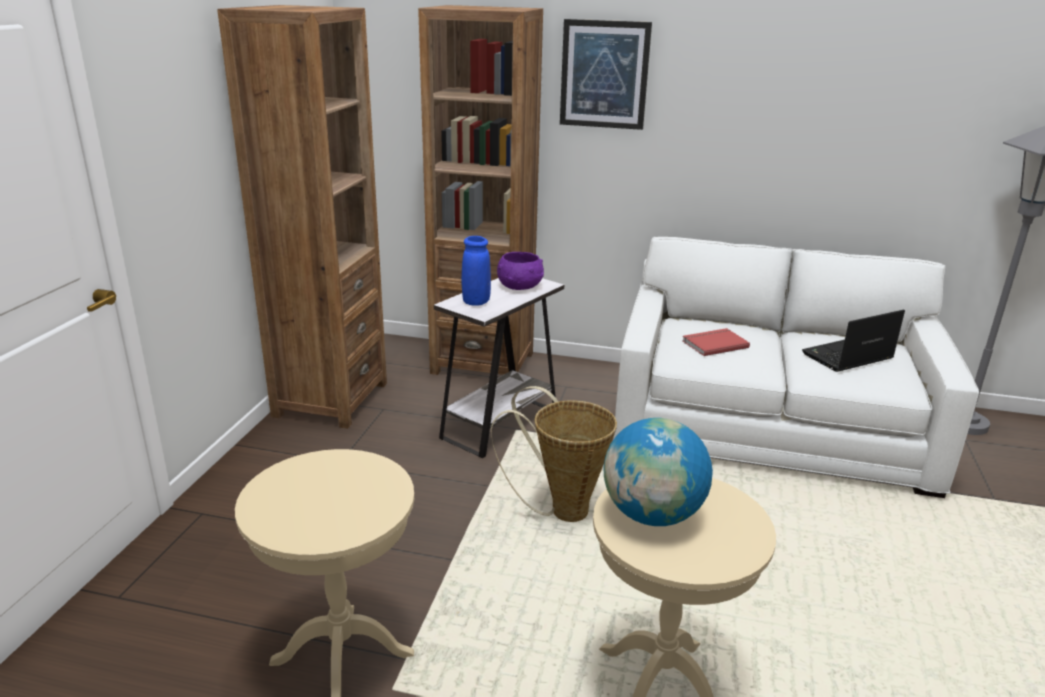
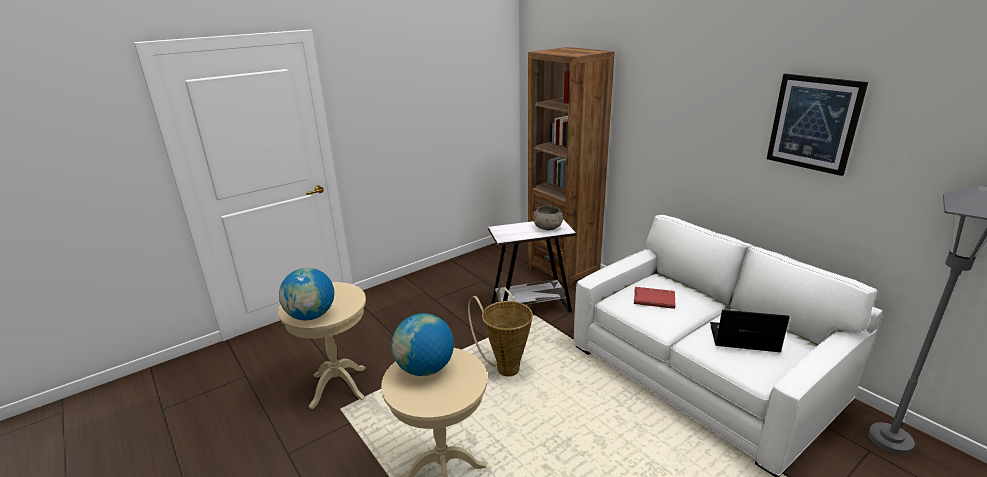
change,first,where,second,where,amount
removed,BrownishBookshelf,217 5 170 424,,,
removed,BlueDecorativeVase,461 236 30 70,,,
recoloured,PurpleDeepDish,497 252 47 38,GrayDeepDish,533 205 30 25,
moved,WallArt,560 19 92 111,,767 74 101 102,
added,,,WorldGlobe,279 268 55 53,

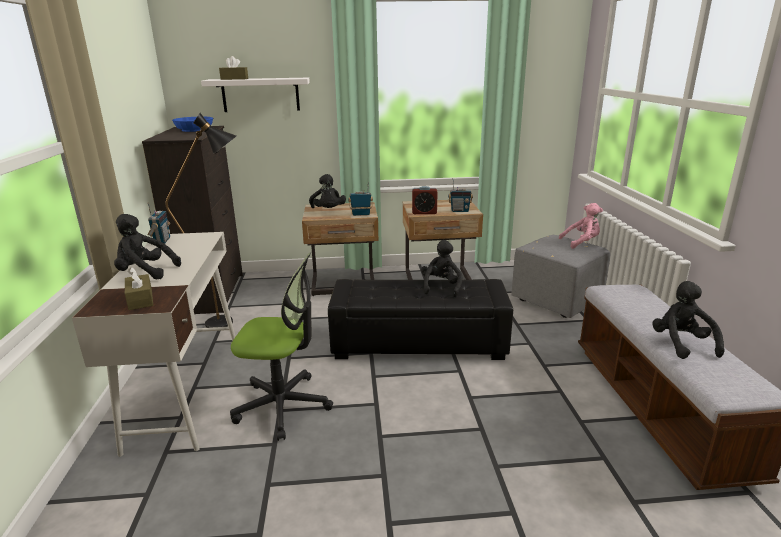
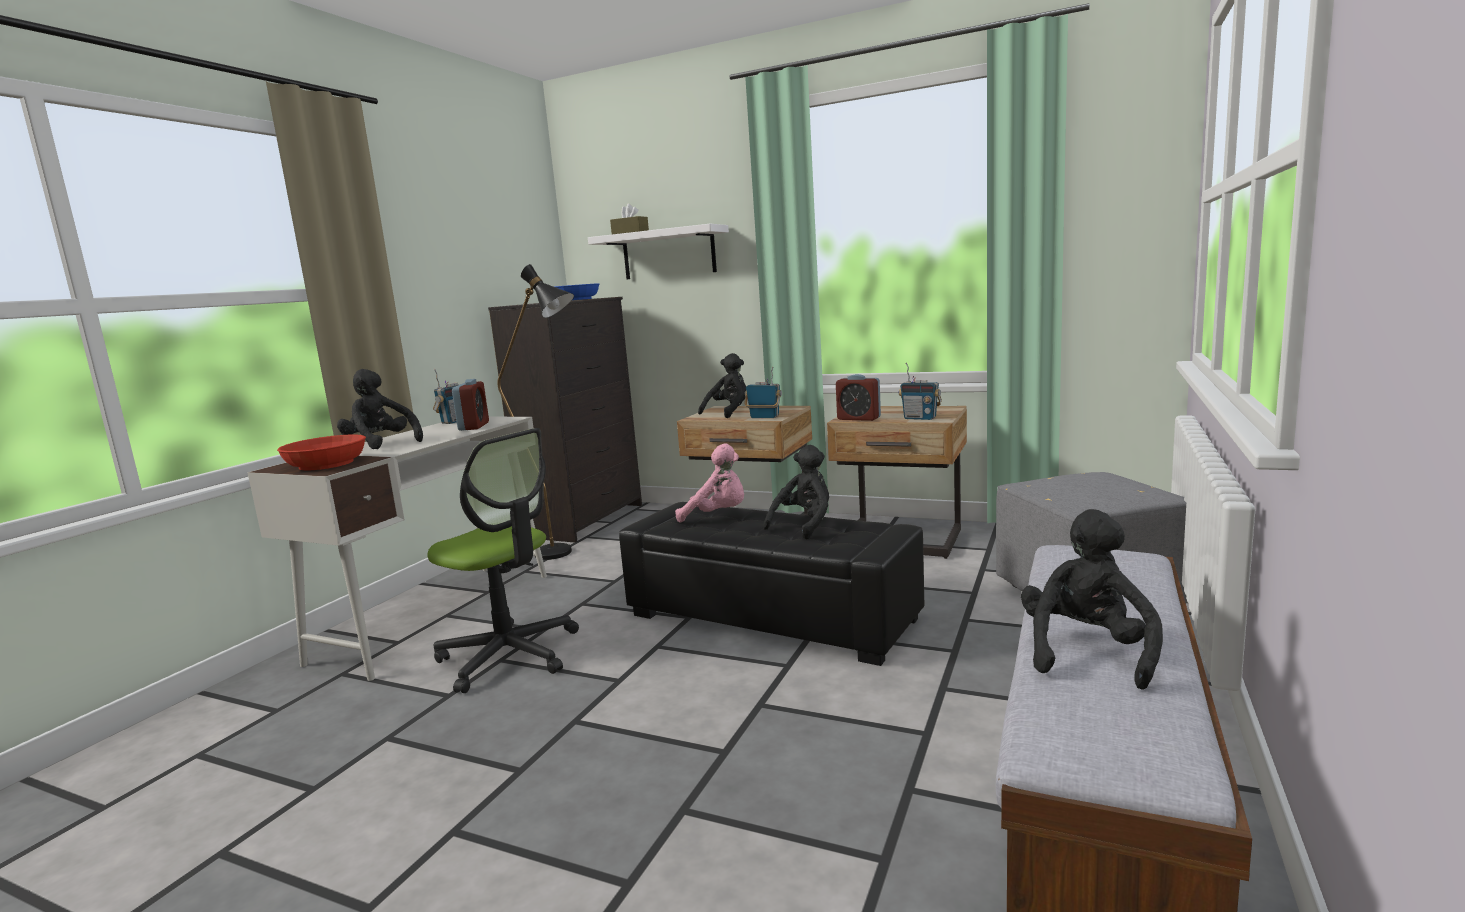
change,first,where,second,where,amount
replaced,BrownishBoxOfTissues,125 267 28 43,ReddishDeepDish,277 434 89 36,
turned,BlackishSoftToy,309 174 37 34,,698 353 48 65,150 degrees counterclockwise
moved,PinkishSoftToy,559 203 44 46,,675 443 69 80,
added,,,AlarmClock,452 379 37 52,

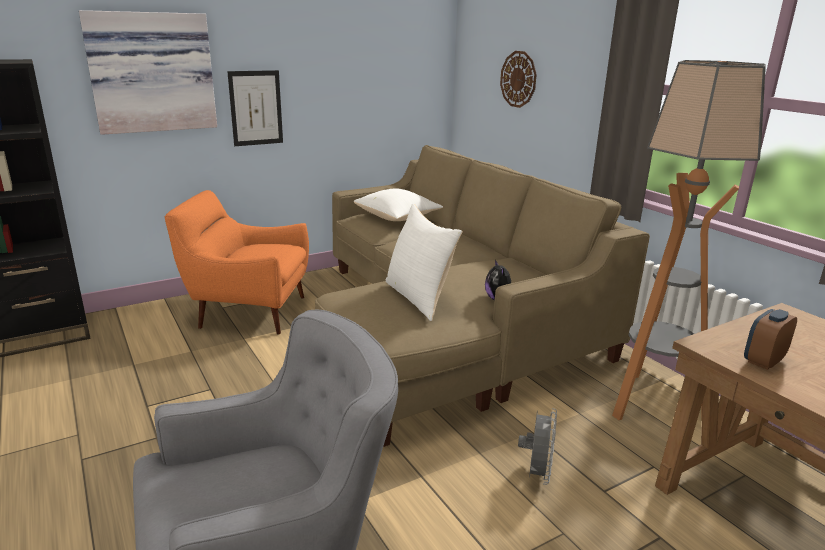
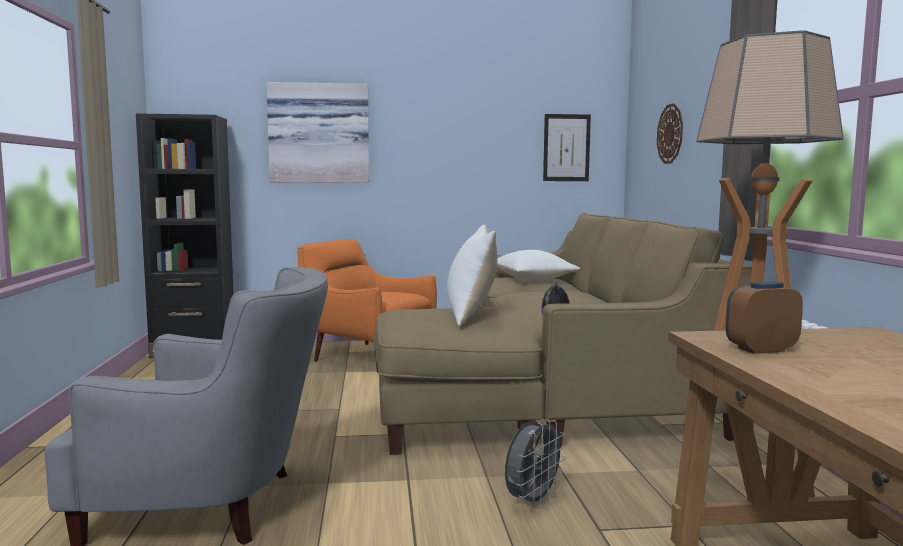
change,first,where,second,where,amount
moved,WallArt,227 70 56 76,,543 114 48 67,

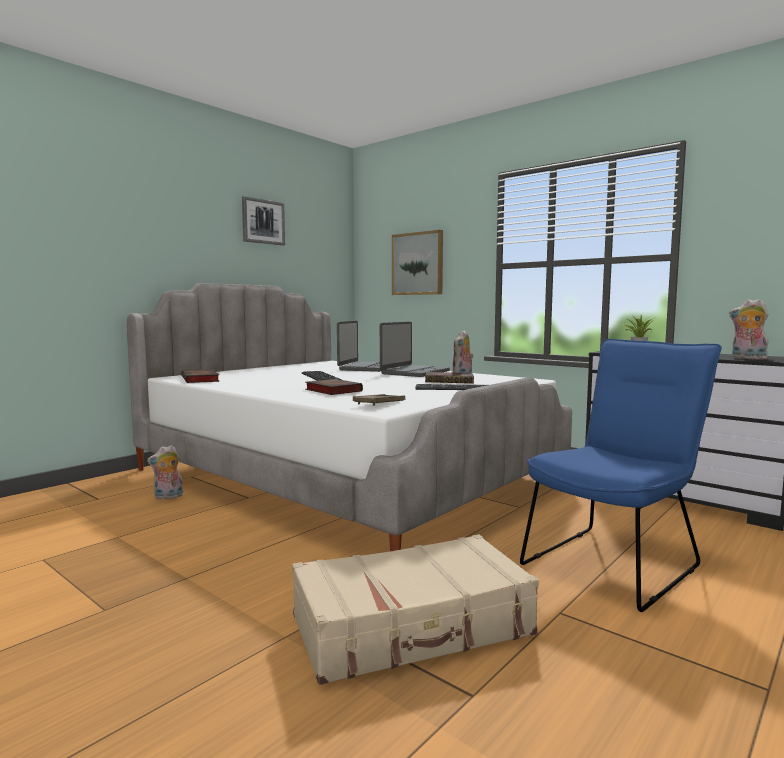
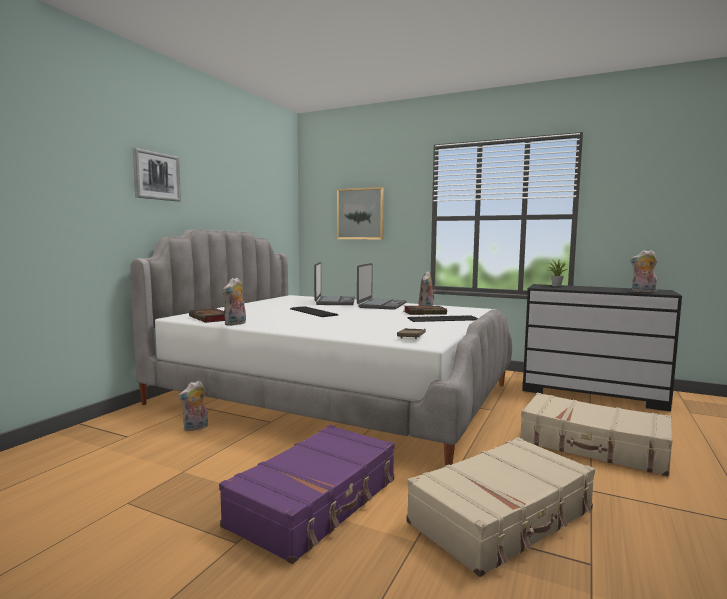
change,first,where,second,where,amount
moved,WallArt,242 196 43 50,,133 148 48 54,
removed,Volume,305 379 58 16,,,
replaced,BluePlainChair,520 339 202 273,SandColouredPieceOfLuggage,520 393 152 83,
added,,,PurplePieceOfLuggage,219 425 176 139,
added,,,SoftToy,223 278 23 48,

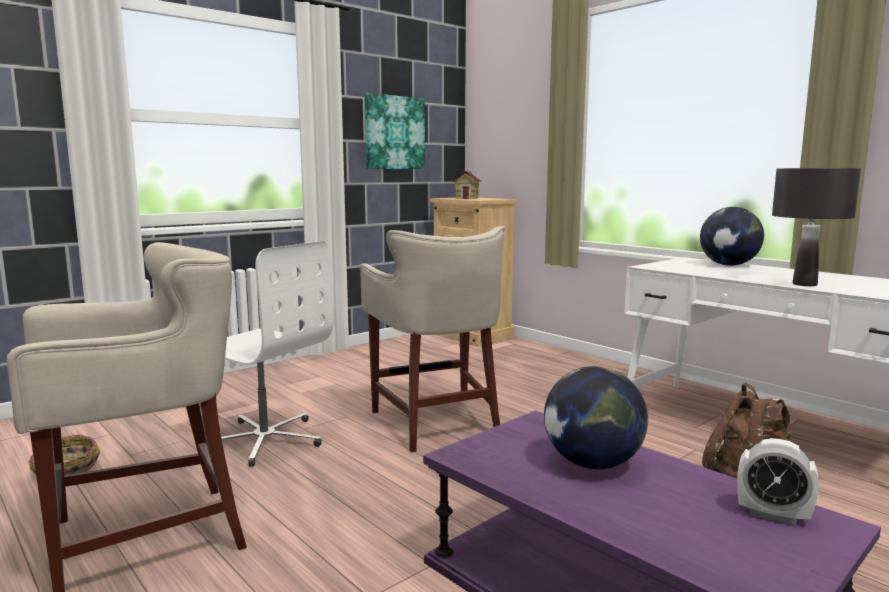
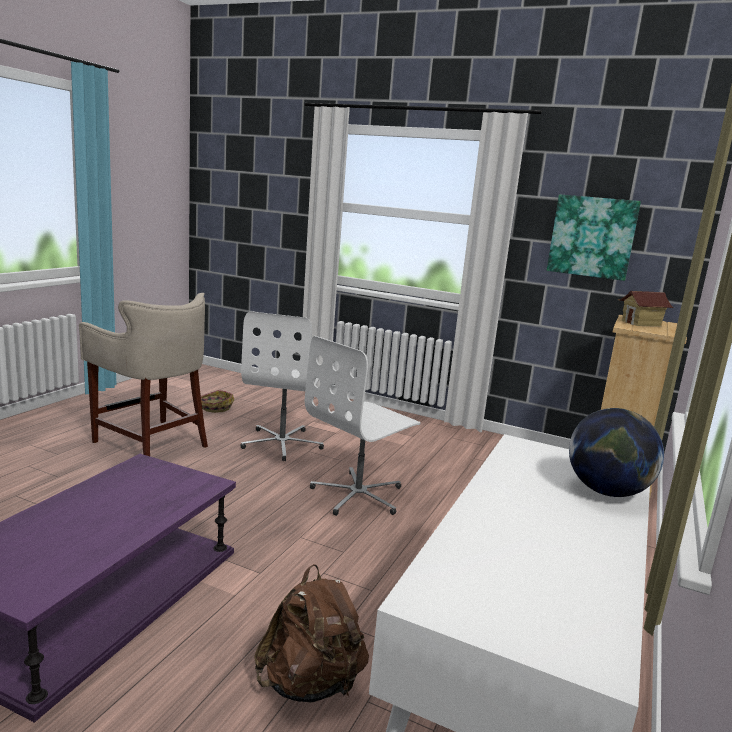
change,first,where,second,where,amount
replaced,SandColouredSittingStool,360 226 145 227,WhitishComputerChair,305 336 116 180,
removed,WorldGlobe,544 366 104 103,,,
removed,AlarmClock,737 438 82 87,,,
removed,BlackishTableLamp,772 168 89 118,,,

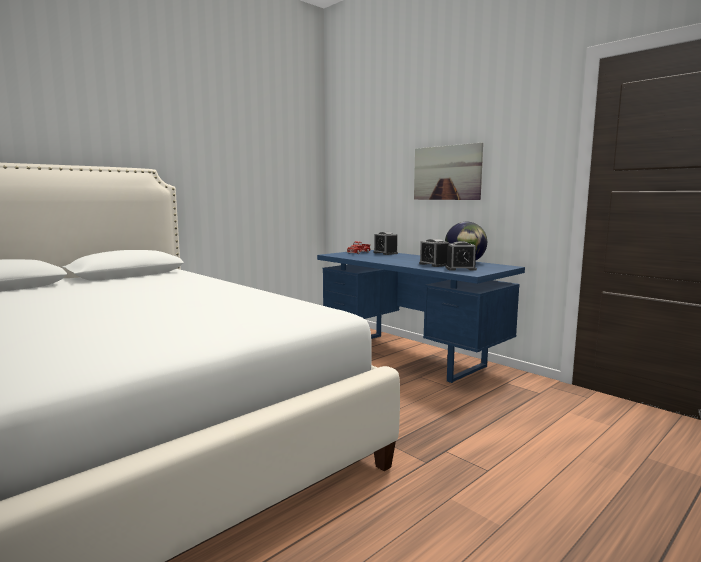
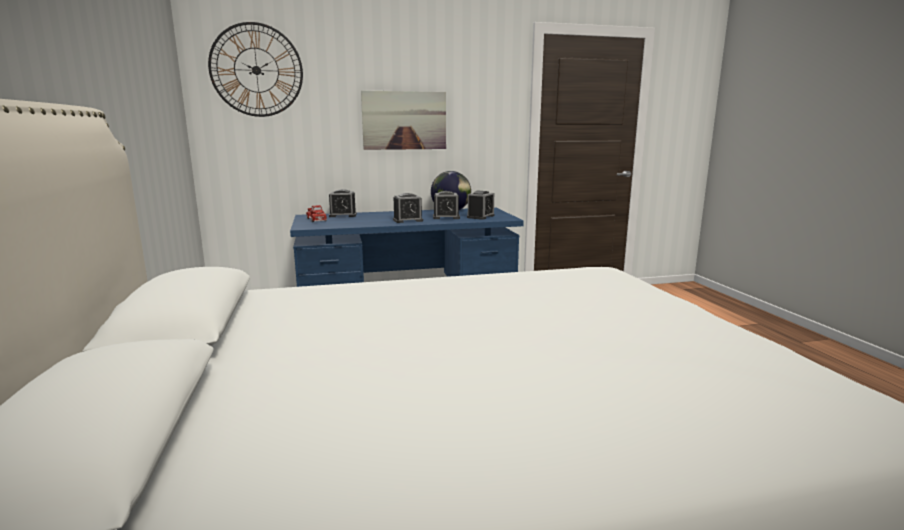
change,first,where,second,where,amount
added,,,ClockOnTheWall,208 22 95 95,
added,,,AlarmClock,393 193 30 30,

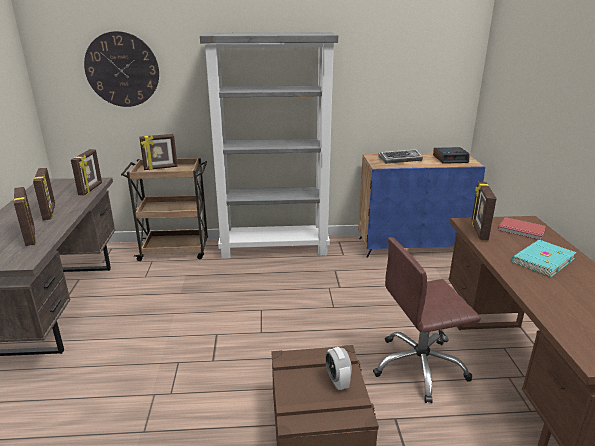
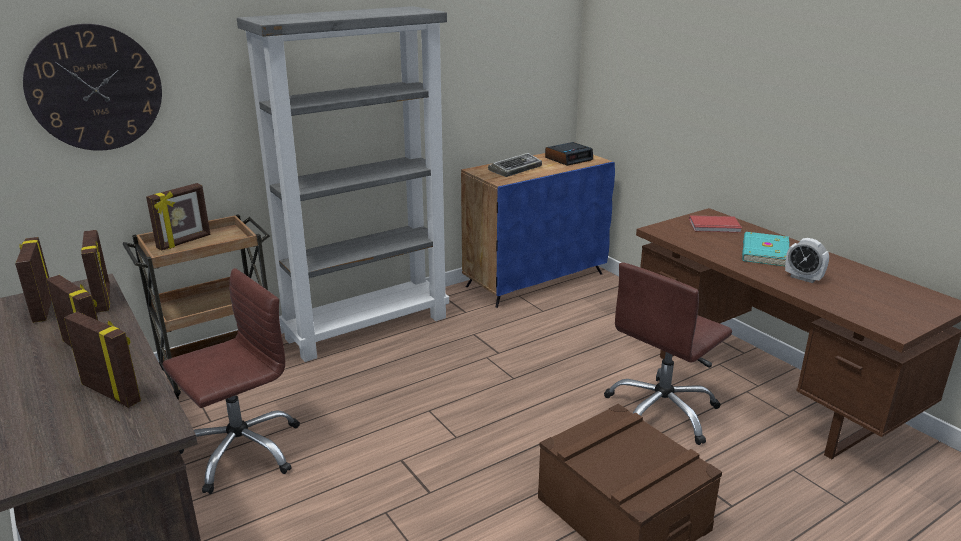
change,first,where,second,where,amount
moved,AlarmClock,325 347 27 43,,785 238 44 45,
moved,PictureFrame,471 182 26 59,,15 237 37 86,
added,,,BrownishComputerChair,163 268 137 226,

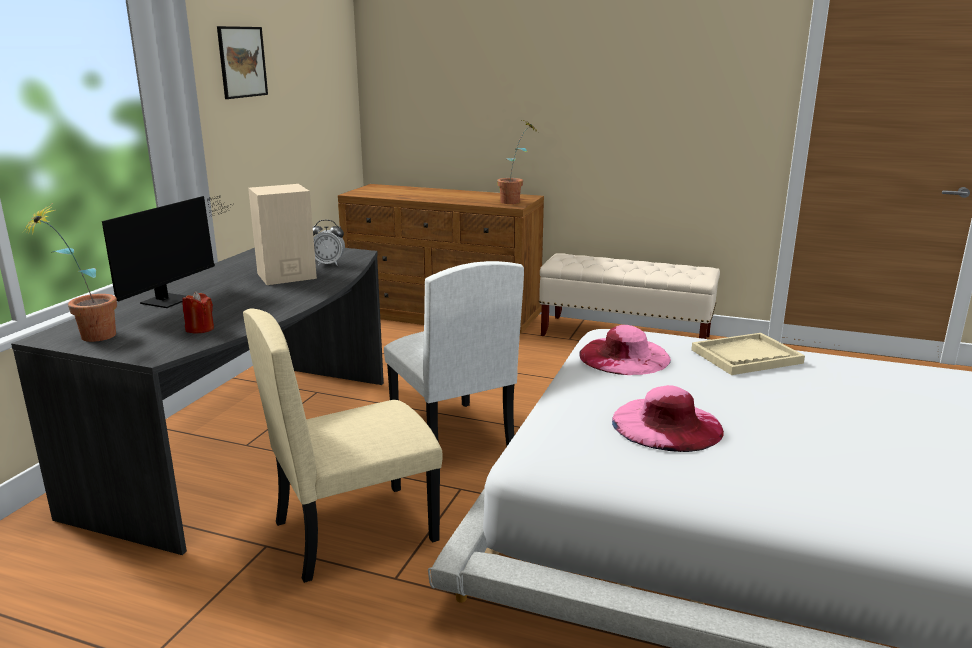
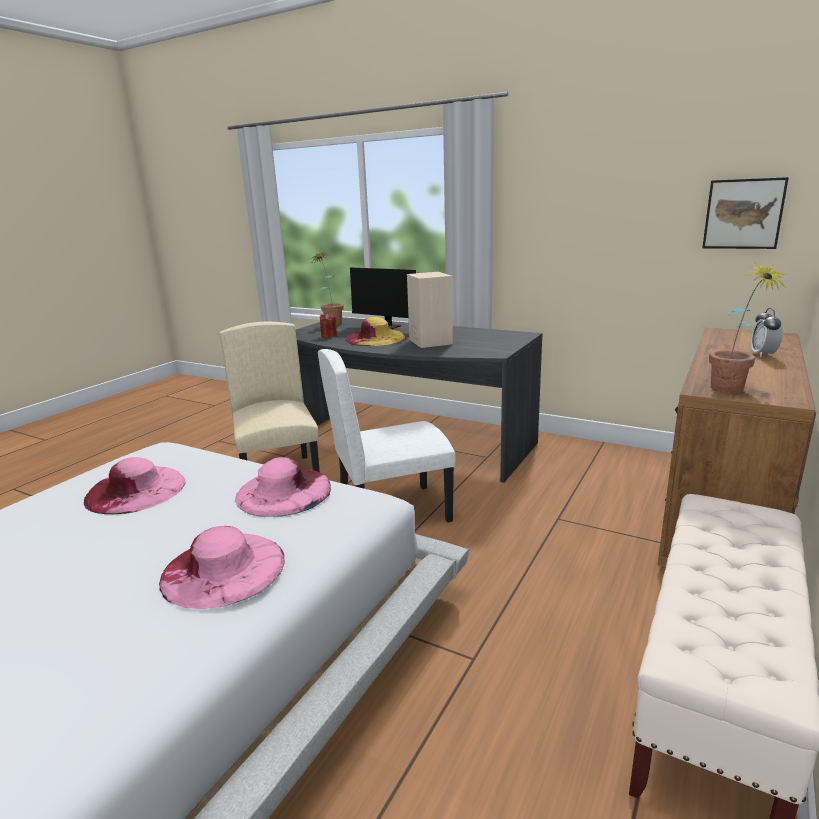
change,first,where,second,where,amount
moved,WallArt,217 26 51 73,,702 177 87 72,
moved,AlarmClock,313 220 32 46,,751 308 32 49,
replaced,SandColouredTray,691 333 114 42,PinkishClothingHat,159 526 125 83,
added,,,YellowishClothingHat,345 317 60 29,

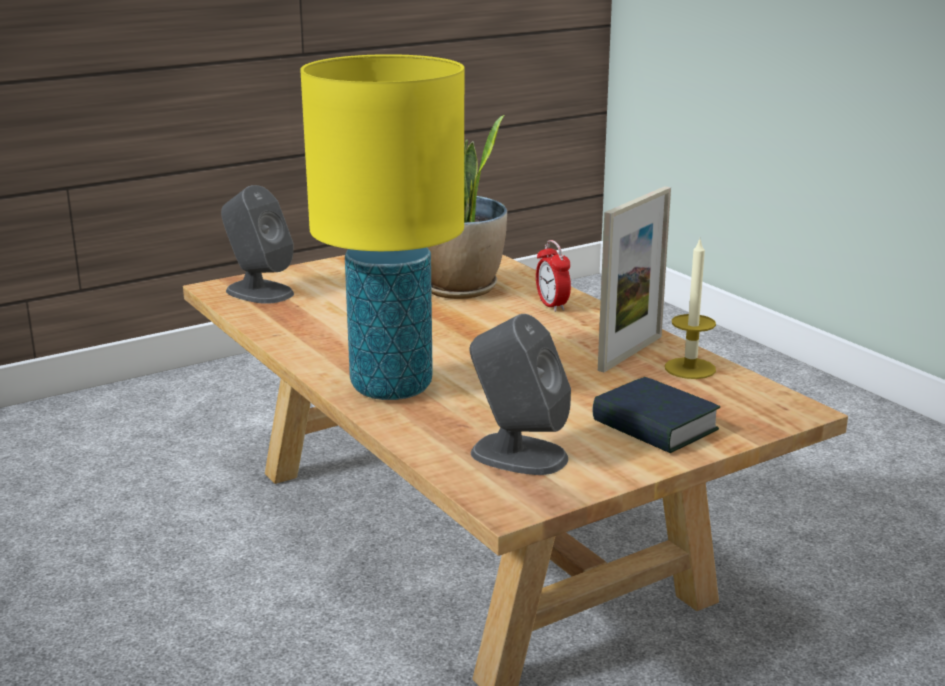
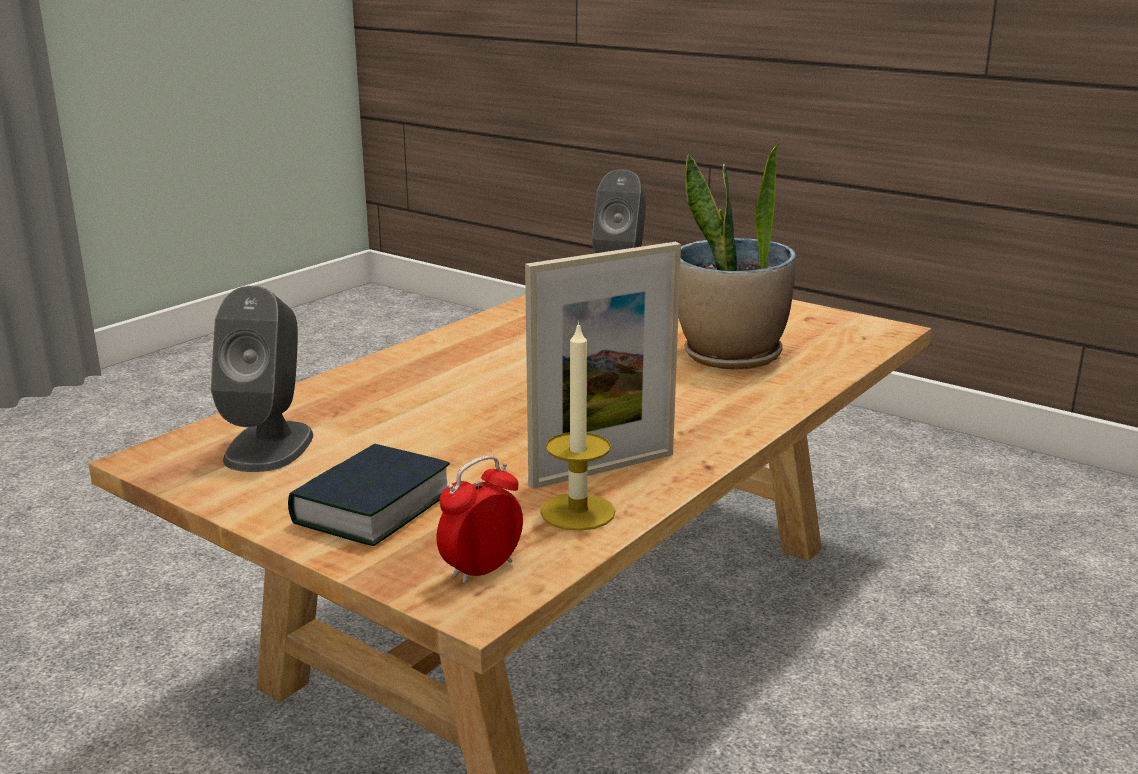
change,first,where,second,where,amount
removed,YellowishTableLamp,300 54 164 346,,,
moved,AlarmClock,536 240 35 72,,437 456 86 128,
turned,PictureFrame,598 186 73 186,,525 242 156 247,45 degrees counterclockwise

